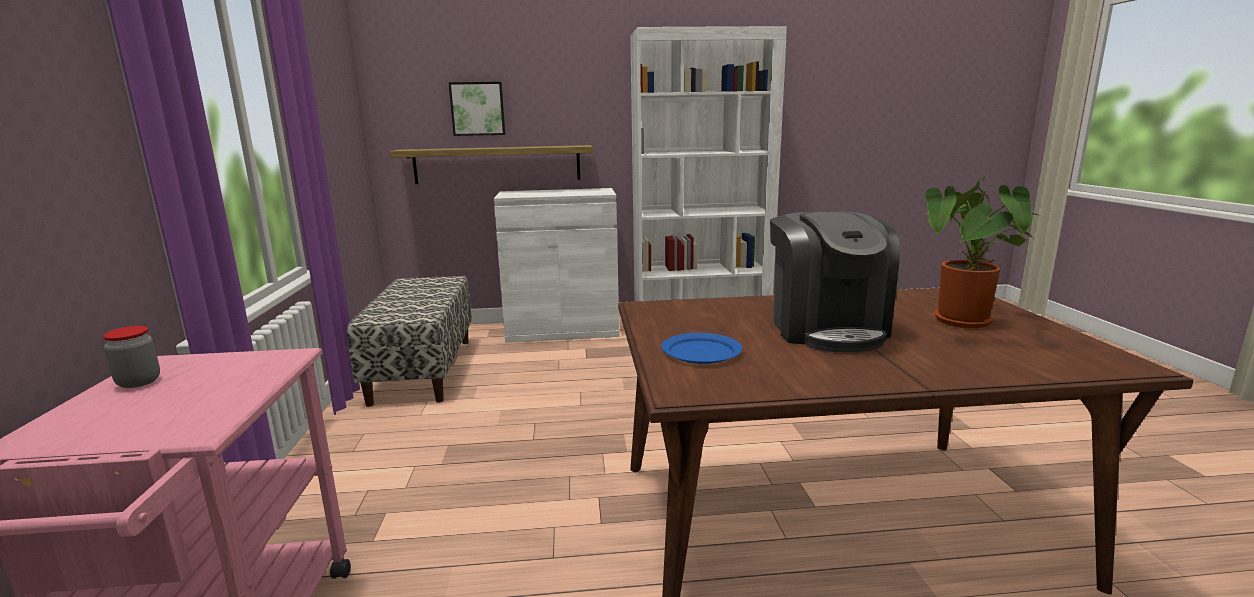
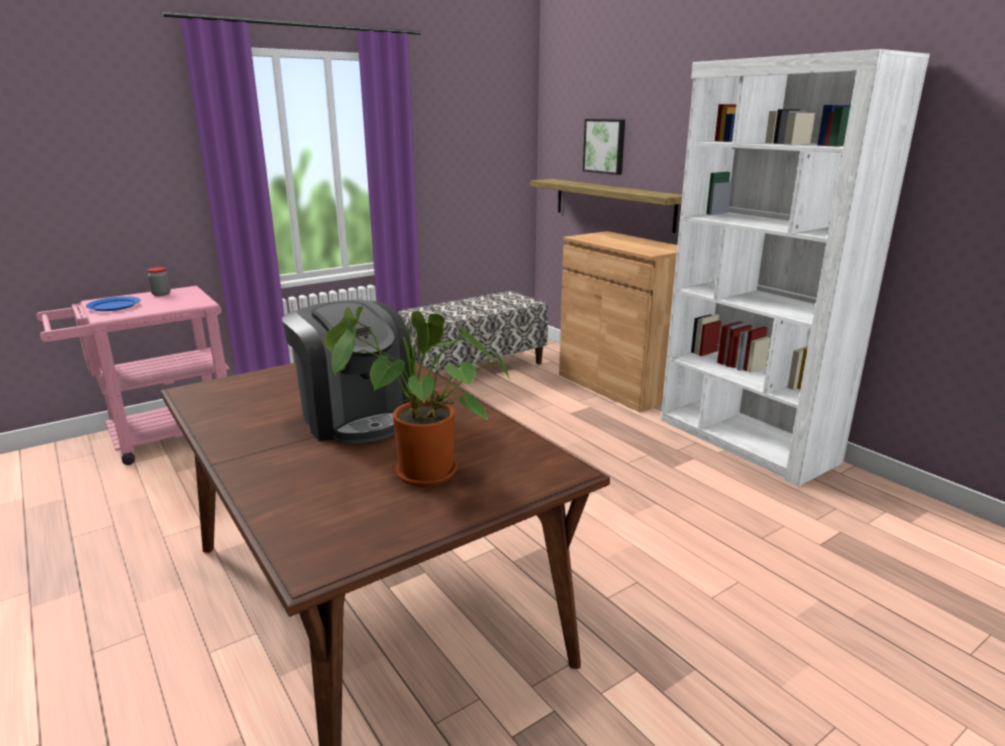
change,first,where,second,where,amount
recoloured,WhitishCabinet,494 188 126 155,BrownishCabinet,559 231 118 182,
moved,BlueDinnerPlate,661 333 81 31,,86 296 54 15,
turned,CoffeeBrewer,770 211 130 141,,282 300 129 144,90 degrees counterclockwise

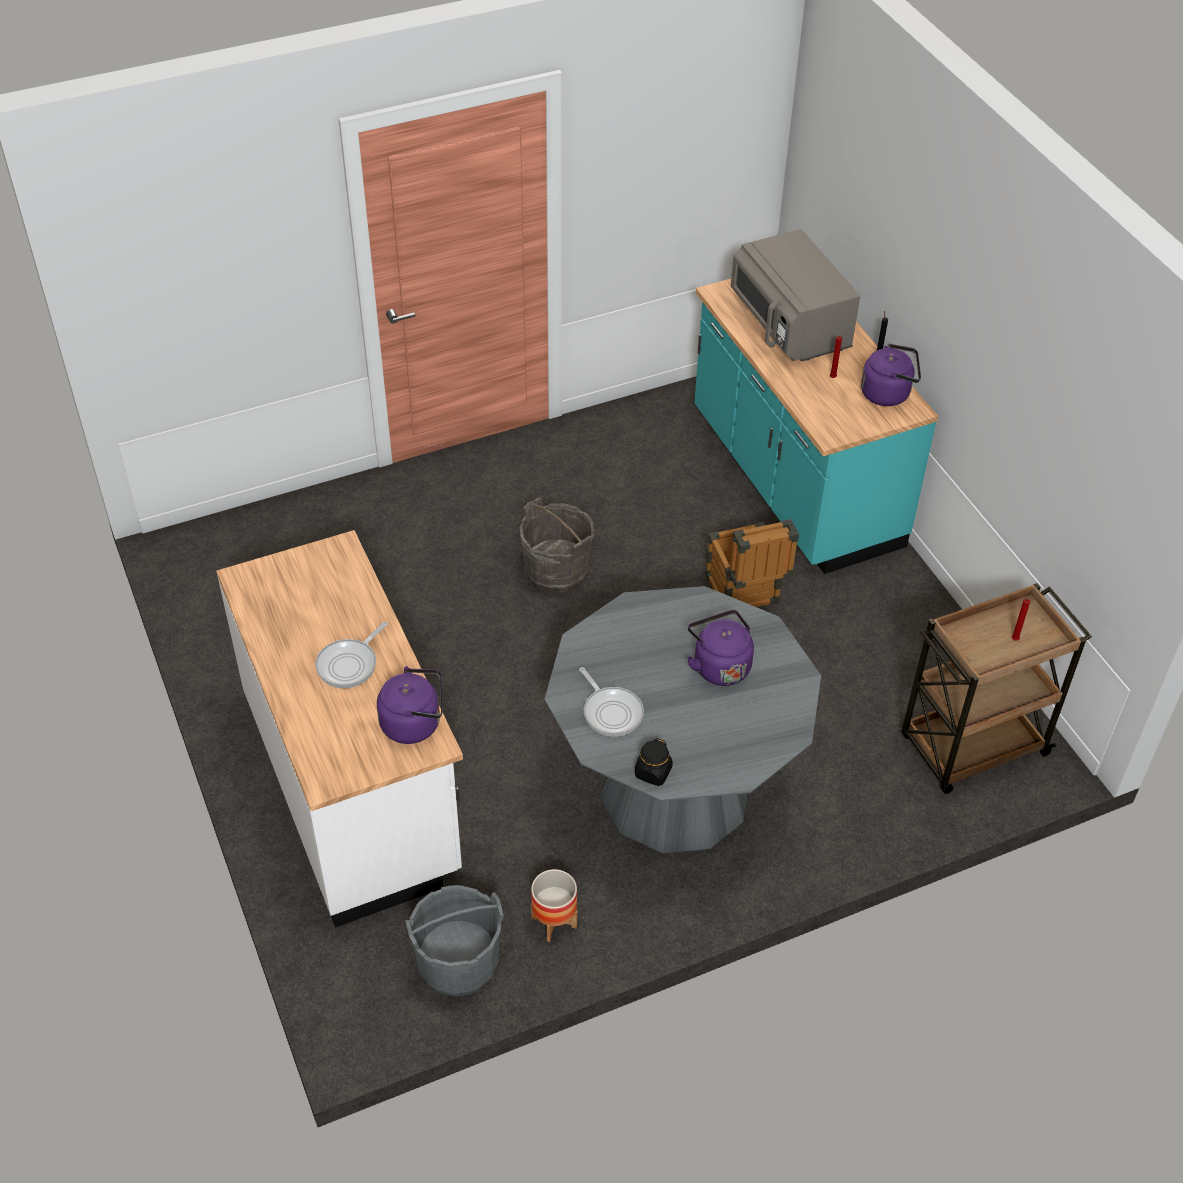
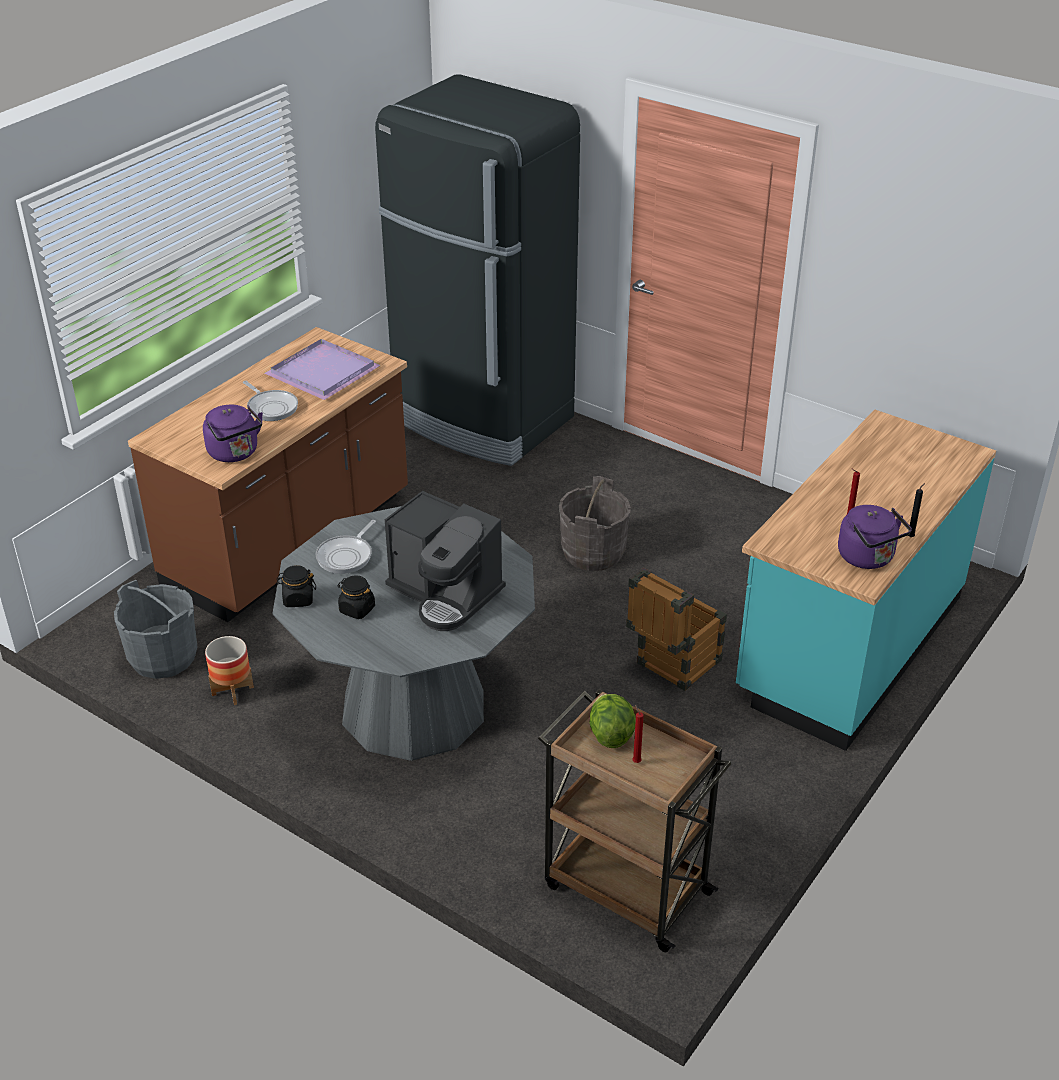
change,first,where,second,where,amount
recoloured,WhitishKitchenCounter,216 530 247 398,BrownishKitchenCounter,128 327 280 295,
turned,FryingPan,315 622 73 66,,243 381 55 40,135 degrees counterclockwise
replaced,PurpleKettle,687 610 67 76,CoffeeBrewer,385 491 121 140,
removed,GrayMicrowaveOven,731 229 129 132,,,
added,,,PurpleTray,264 339 117 61,
added,,,BlackishStorageJar,337 575 38 44,
added,,,BlackishRefrigerator,375 75 205 391,
added,,,Lettuce,589 694 47 54,

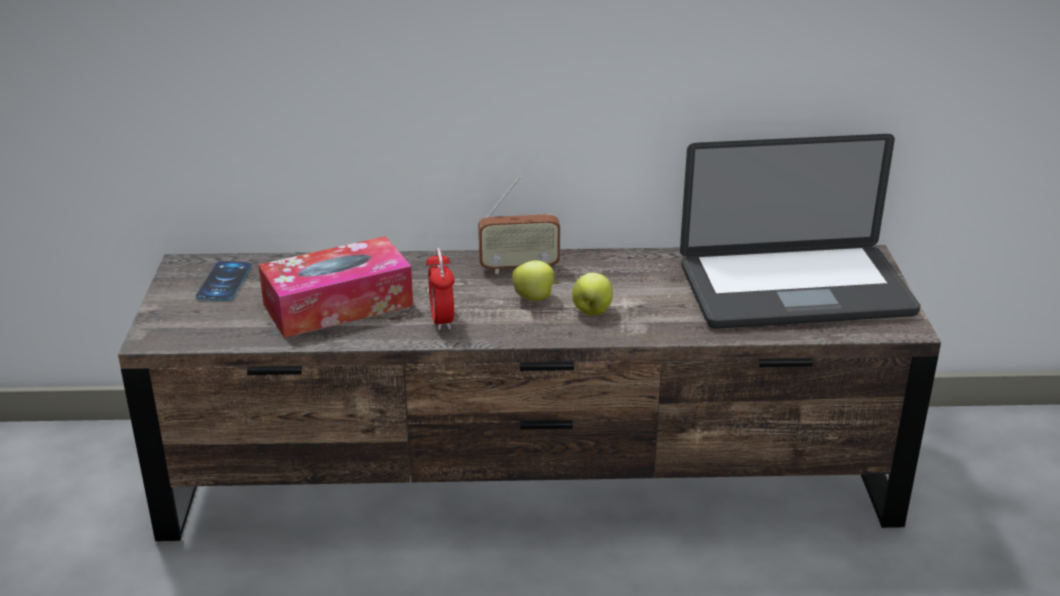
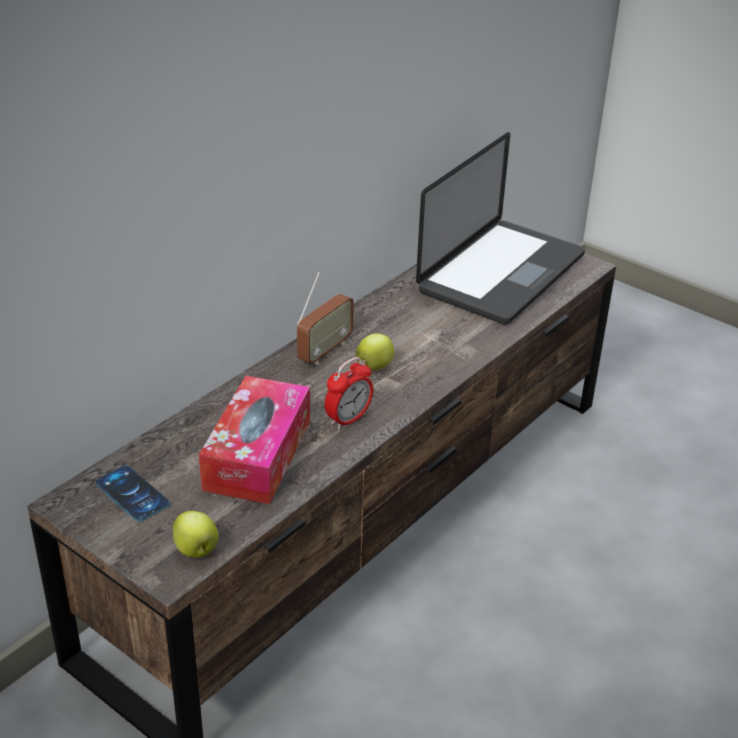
change,first,where,second,where,amount
turned,AlarmClock,426 248 29 82,,325 357 48 73,75 degrees counterclockwise
moved,Apple,572 273 41 43,,173 511 45 47,

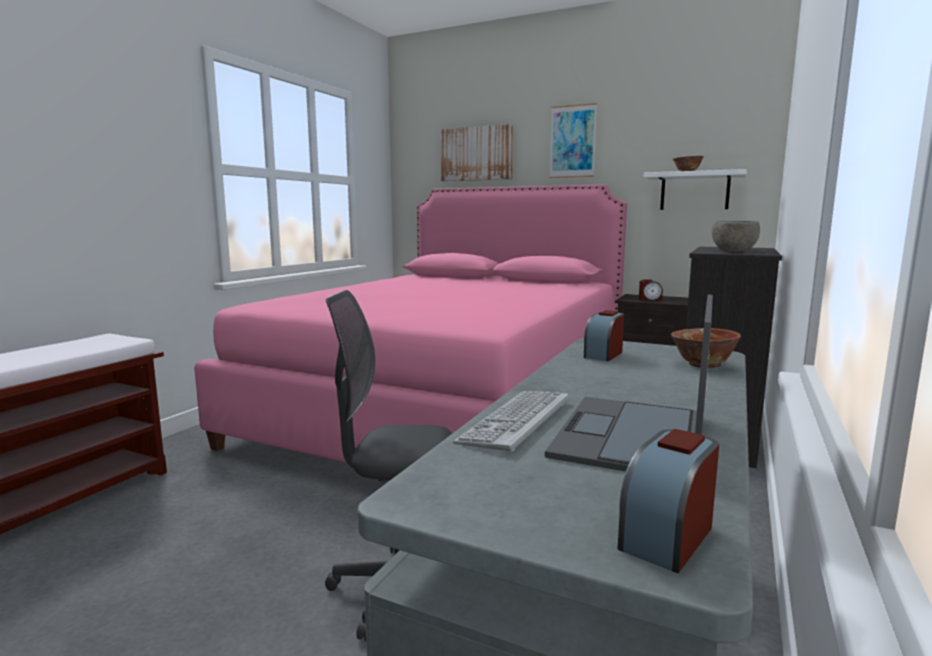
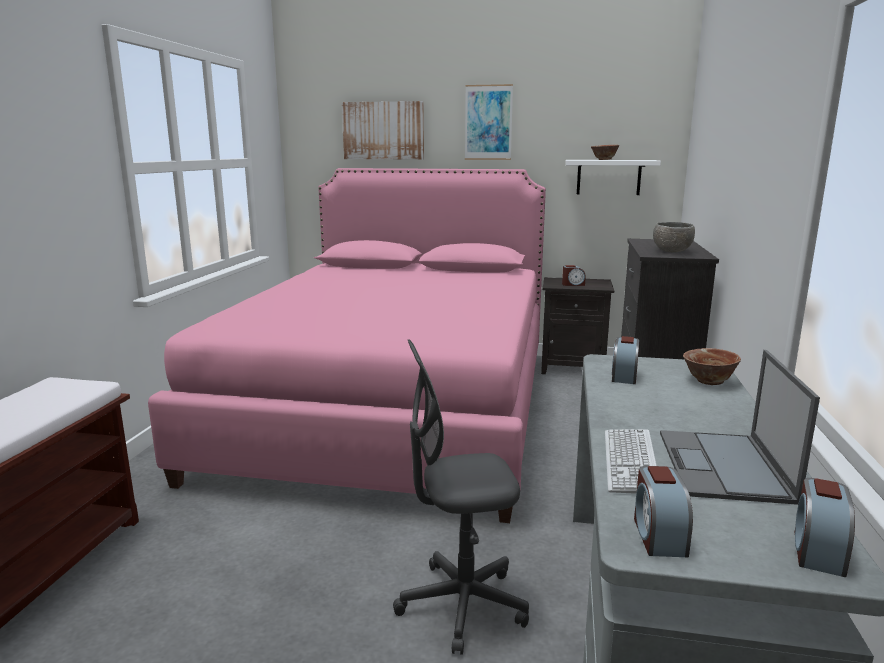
change,first,where,second,where,amount
added,,,AlarmClock,634 466 59 91,

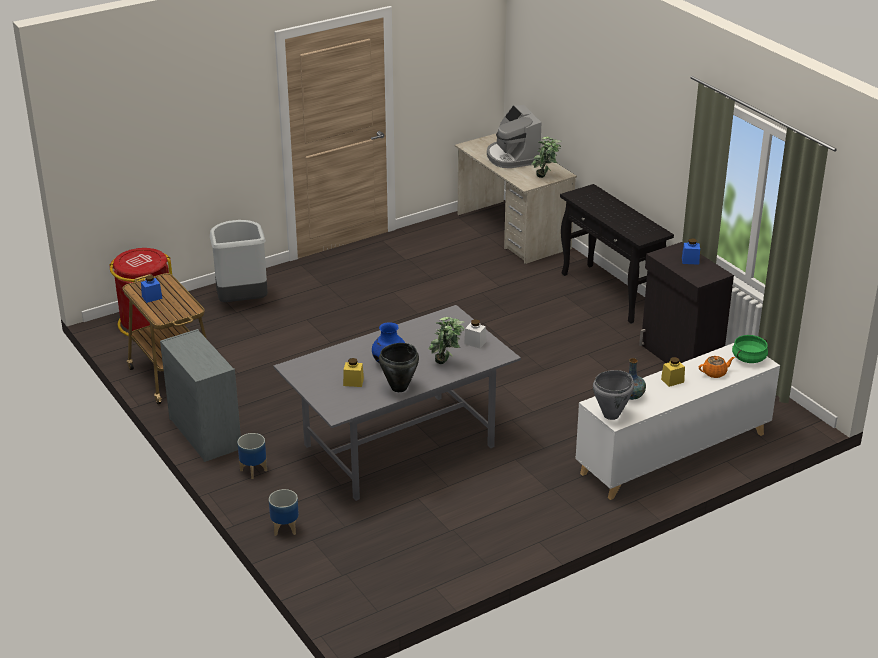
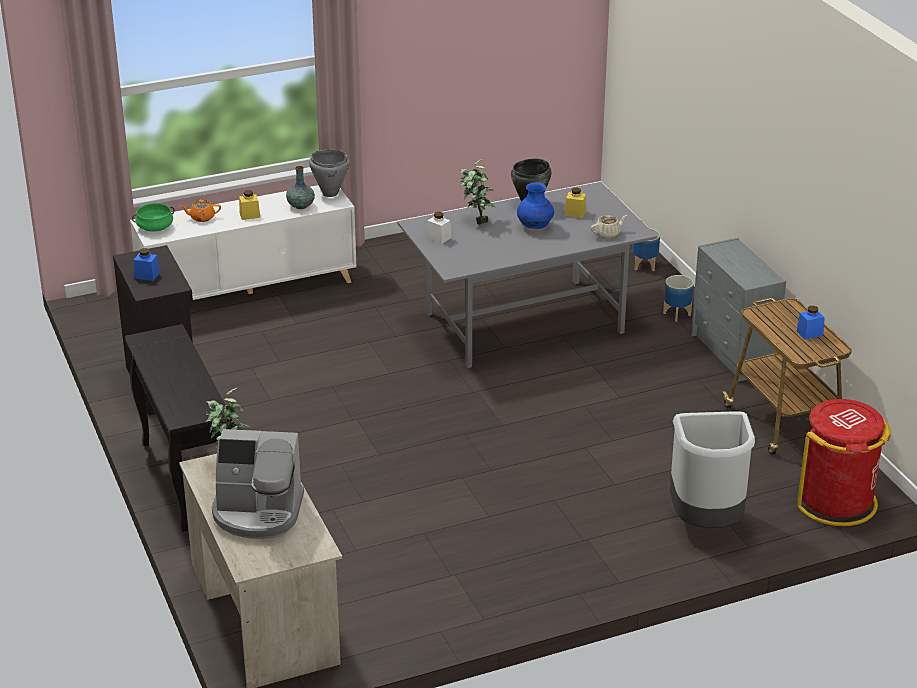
change,first,where,second,where,amount
turned,CoffeeBrewer,487 105 54 63,,212 429 92 110,105 degrees clockwise
added,,,SandColouredTeaPot,591 215 36 23,

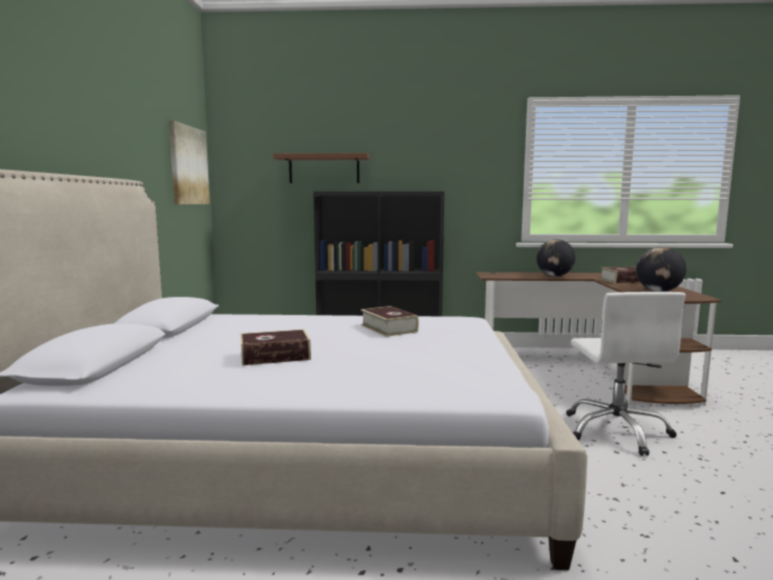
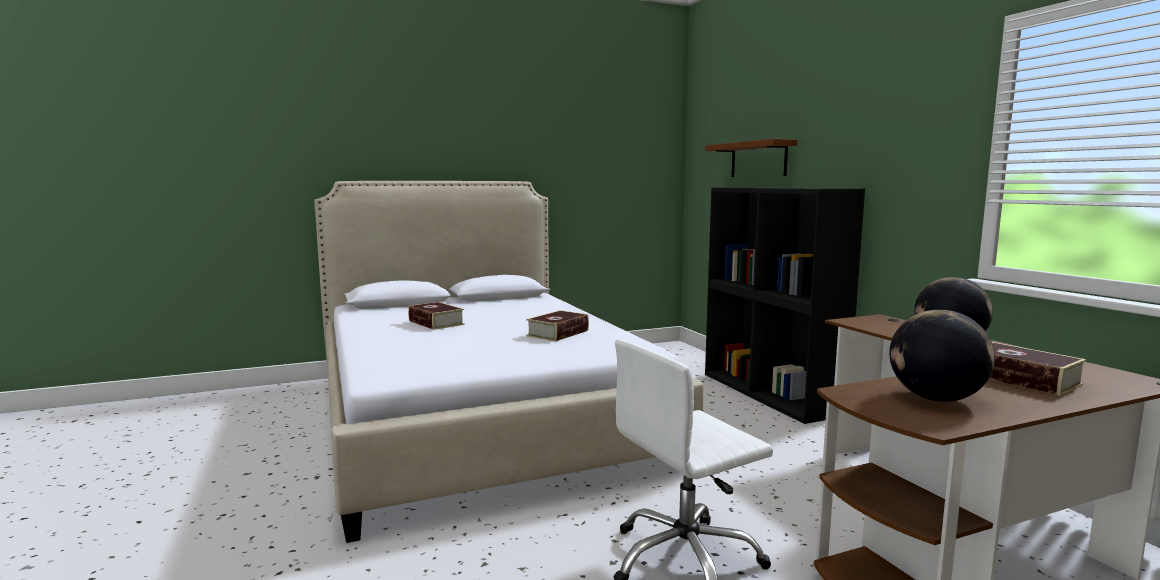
change,first,where,second,where,amount
removed,WallArt,169 120 41 84,,,

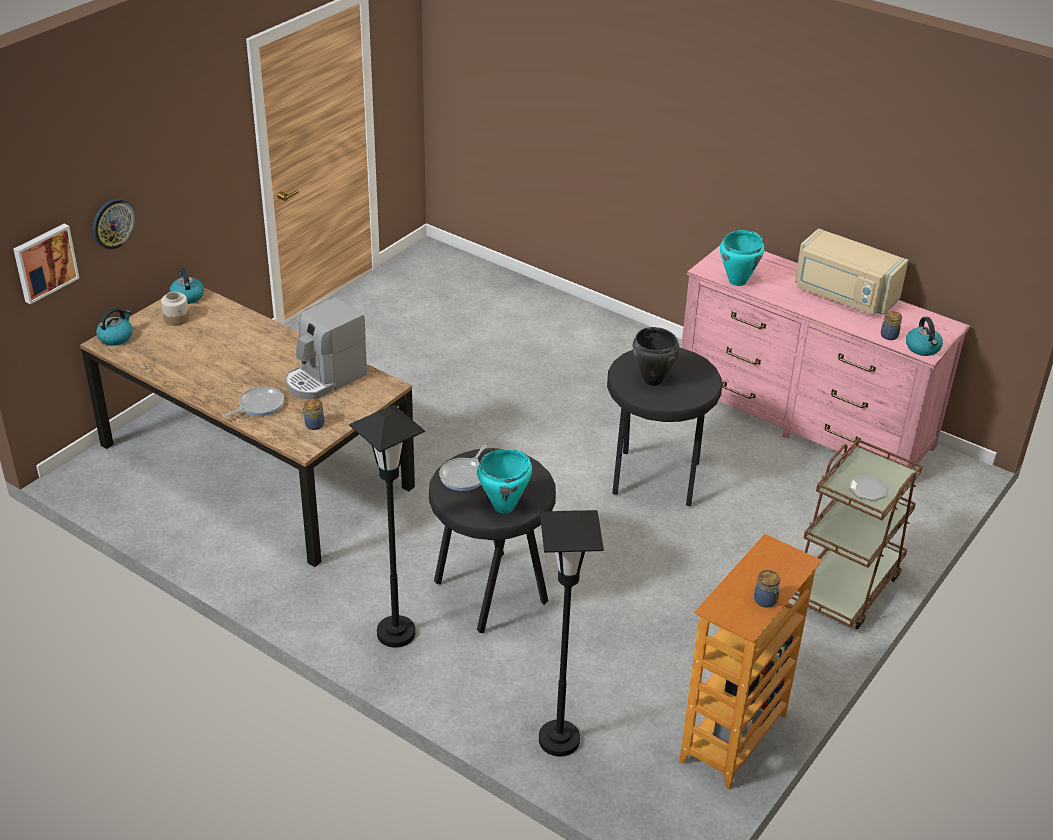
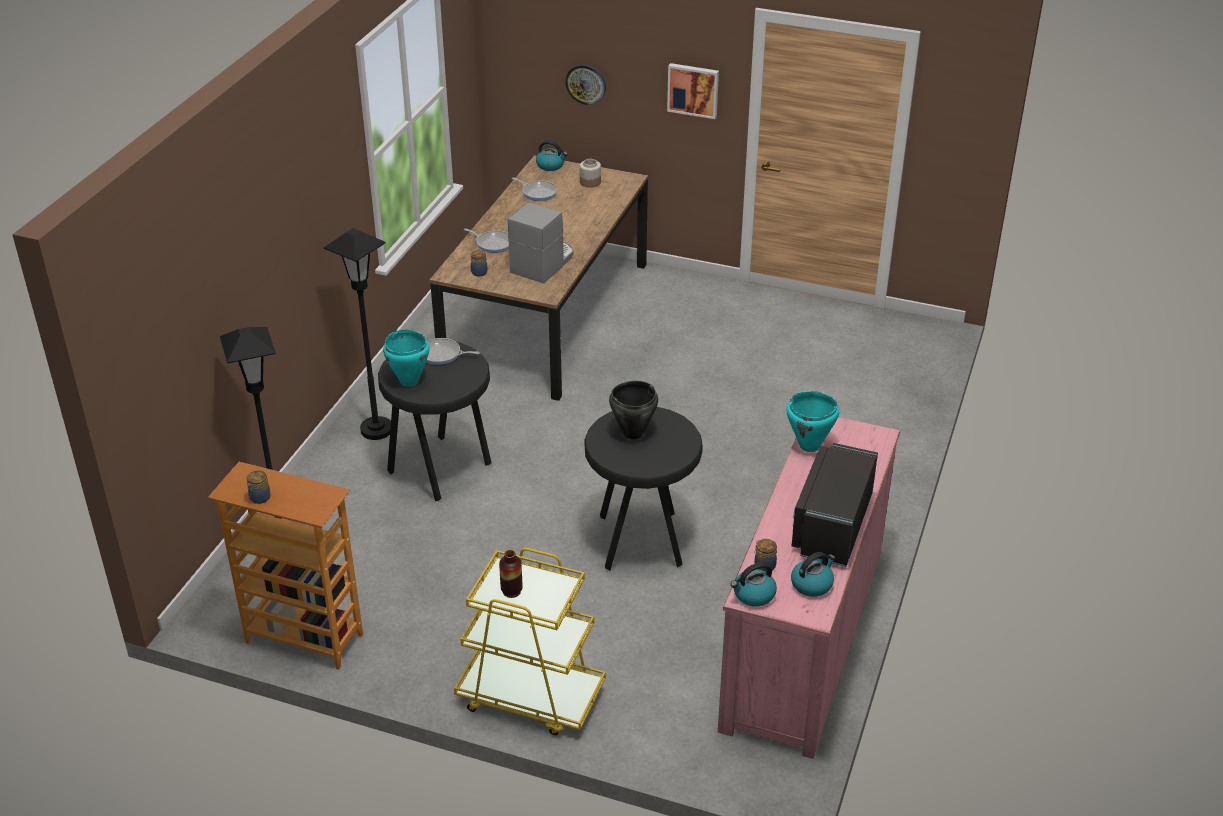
change,first,where,second,where,amount
moved,WallArt,14 224 65 80,,667 63 52 56,
moved,Kettle,170 267 34 37,,791 552 44 45,
turned,CoffeeBrewer,286 296 81 103,,508 203 66 80,90 degrees clockwise
recoloured,BrownishTrolley,791 439 131 190,YellowishTrolley,454 548 152 187,
recoloured,SandColouredMicrowaveOven,795 228 113 87,BlackishMicrowaveOven,792 443 86 124,
replaced,DinnerPlate,849 475 39 26,DecorativeVase,499 550 23 48,
added,,,FryingPan,512 177 46 24,

